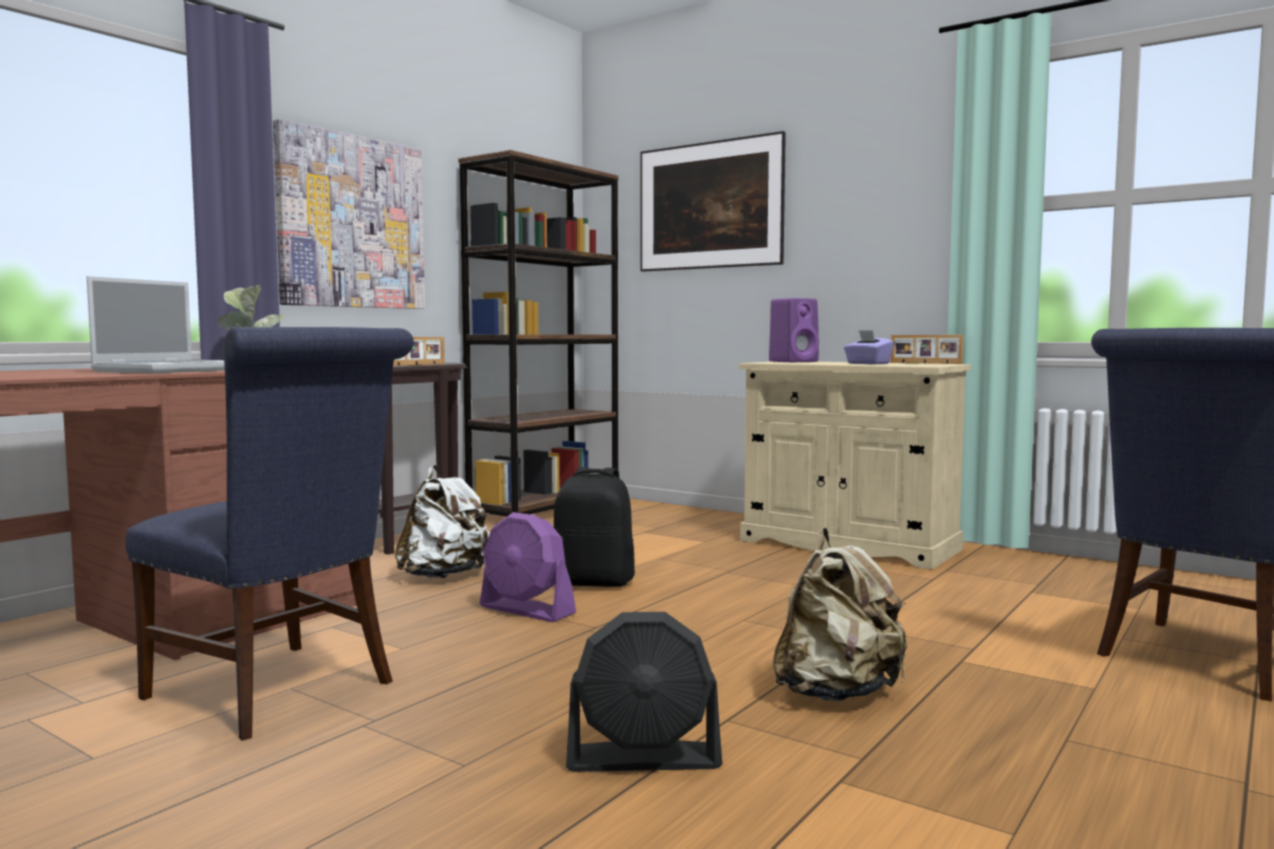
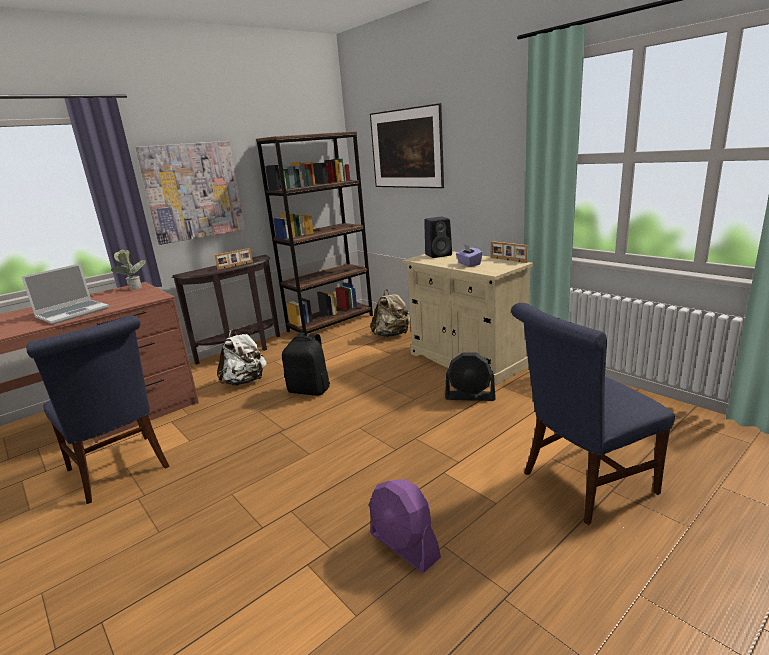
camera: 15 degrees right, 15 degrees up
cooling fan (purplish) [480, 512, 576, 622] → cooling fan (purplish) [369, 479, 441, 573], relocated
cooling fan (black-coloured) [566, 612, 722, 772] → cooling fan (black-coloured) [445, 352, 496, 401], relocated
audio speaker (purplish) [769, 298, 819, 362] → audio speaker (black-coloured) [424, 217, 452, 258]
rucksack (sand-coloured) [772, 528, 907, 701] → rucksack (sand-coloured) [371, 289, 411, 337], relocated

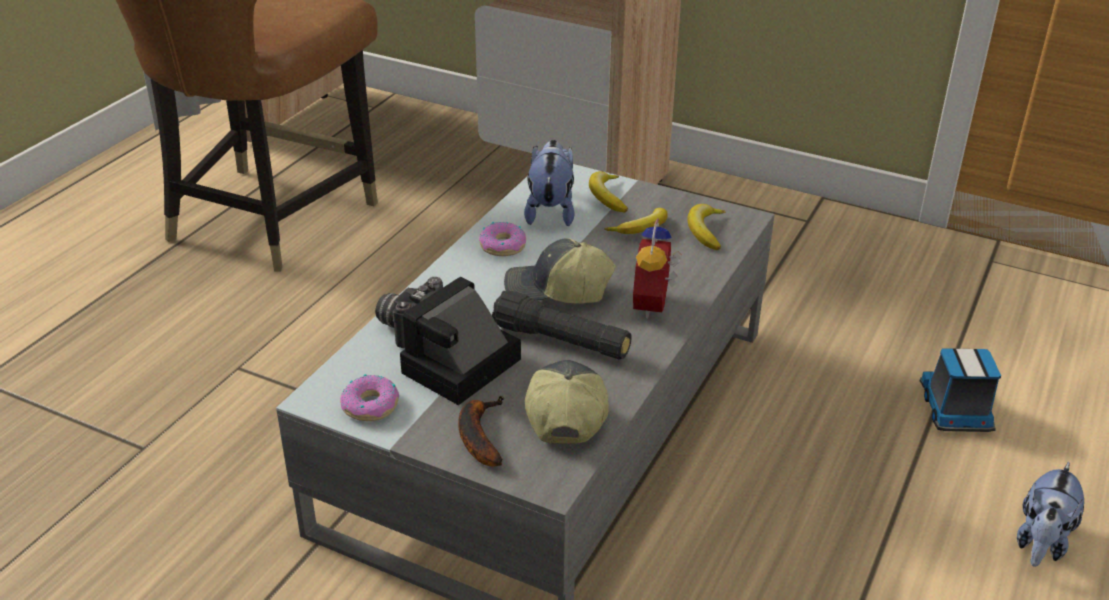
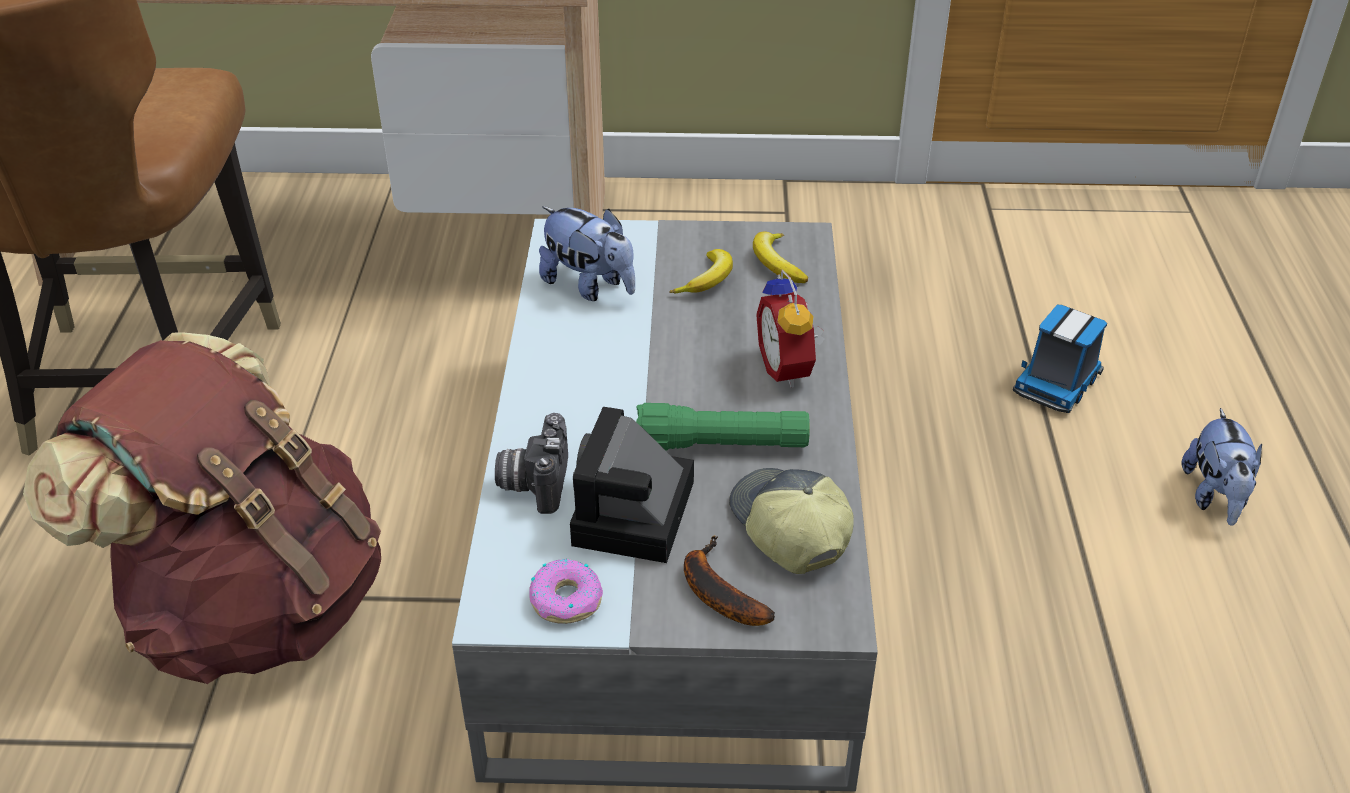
camera: 25 degrees left, 5 degrees up
ring doughnut [479, 222, 526, 256] → -
hand torch (black-coloured) [492, 291, 632, 359] → hand torch (green) [636, 403, 810, 450]
peaked cap [504, 238, 616, 304] → -
plush toy [524, 140, 574, 226] → plush toy [539, 207, 635, 301], 150 degrees clockwise
whole banana [589, 171, 628, 213] → -
toy truck [920, 348, 1001, 432] → toy truck [1013, 305, 1107, 413], 120 degrees counterclockwise
- → rucksack (brown) [23, 332, 381, 684]

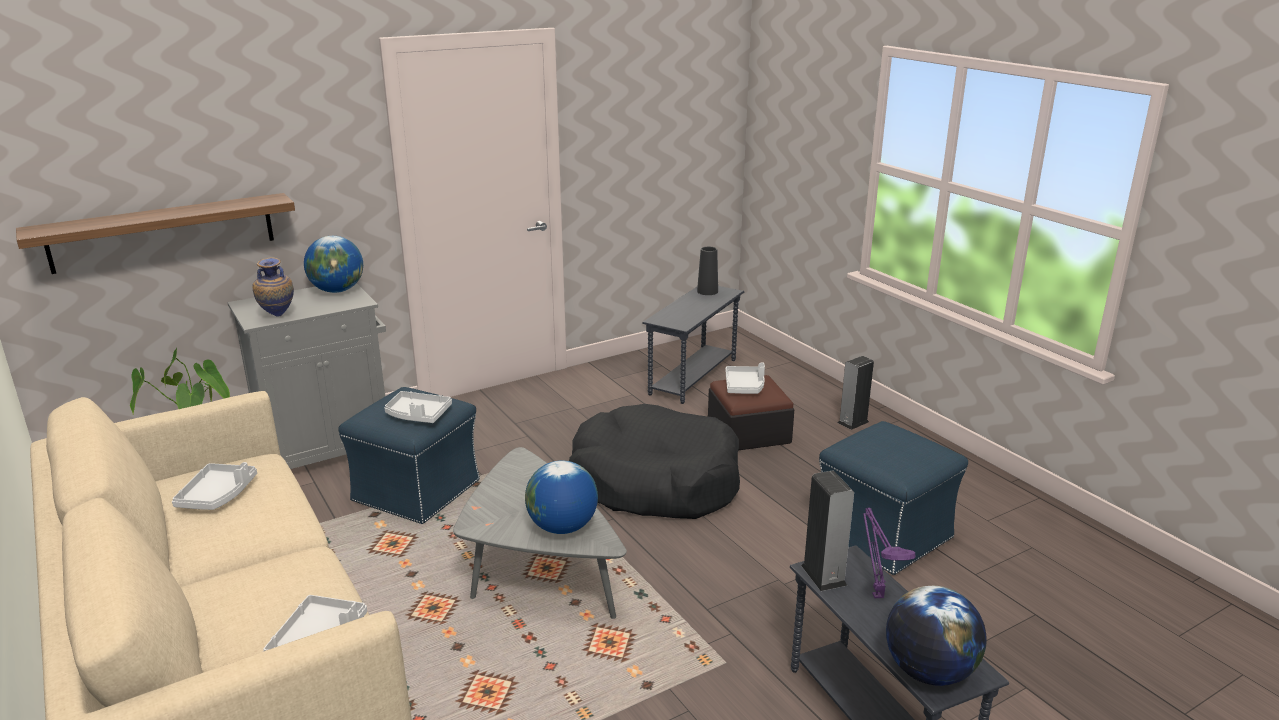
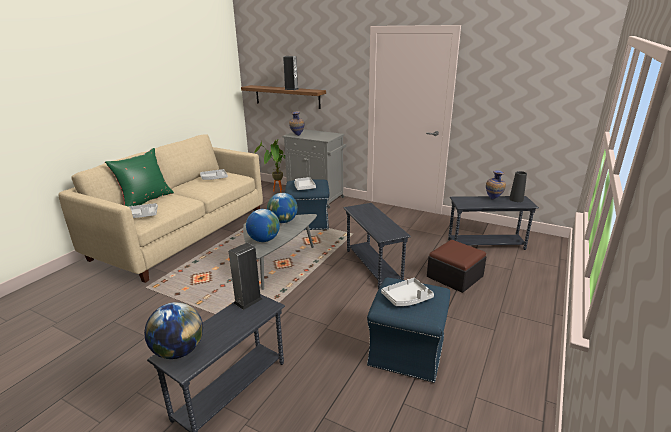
camera: 60 degrees right, 0 degrees up
globe [304, 236, 363, 293] → globe [267, 193, 298, 223], relocated
pet bed (black-coloured) [569, 404, 740, 519] → accent table (gray) [344, 203, 411, 289]
carrying tray (gray) [726, 363, 765, 394] → carrying tray (gray) [381, 278, 434, 306], relocated
audio speaker [838, 356, 874, 430] → audio speaker [283, 56, 298, 90], relocated
lamp for a table (purplish) [863, 508, 915, 598] → -
- → throw pillow (green) [105, 148, 174, 207]
- → flower vase [486, 170, 506, 200]

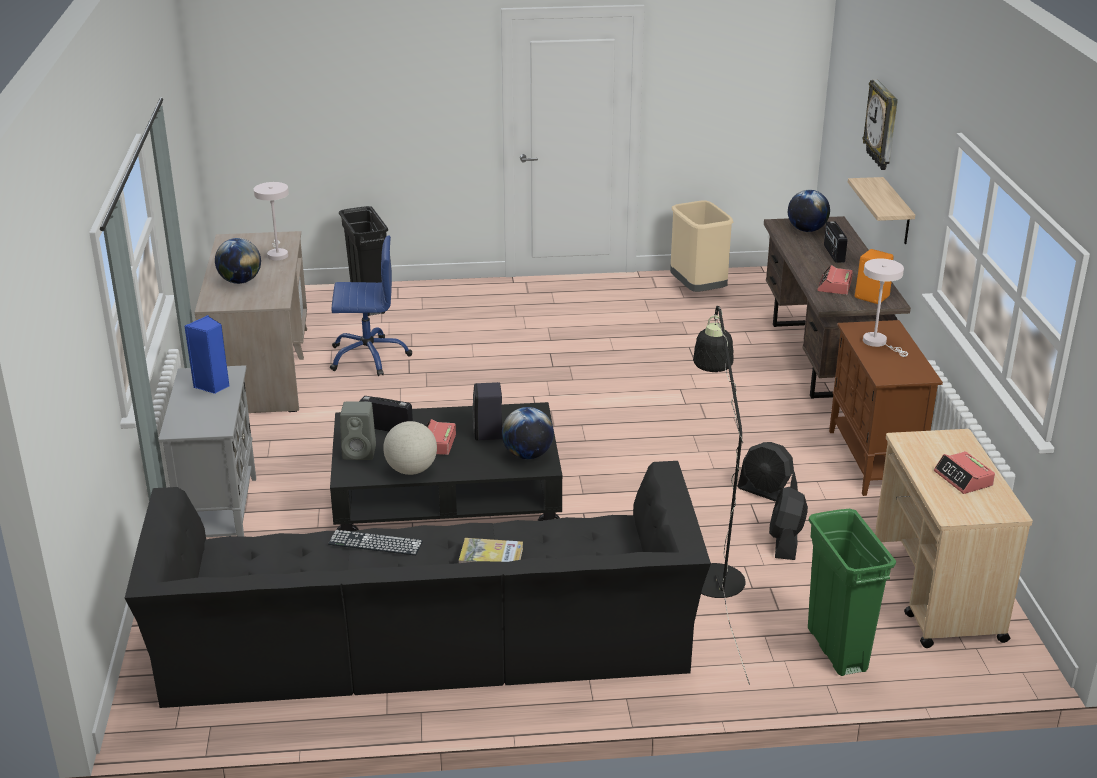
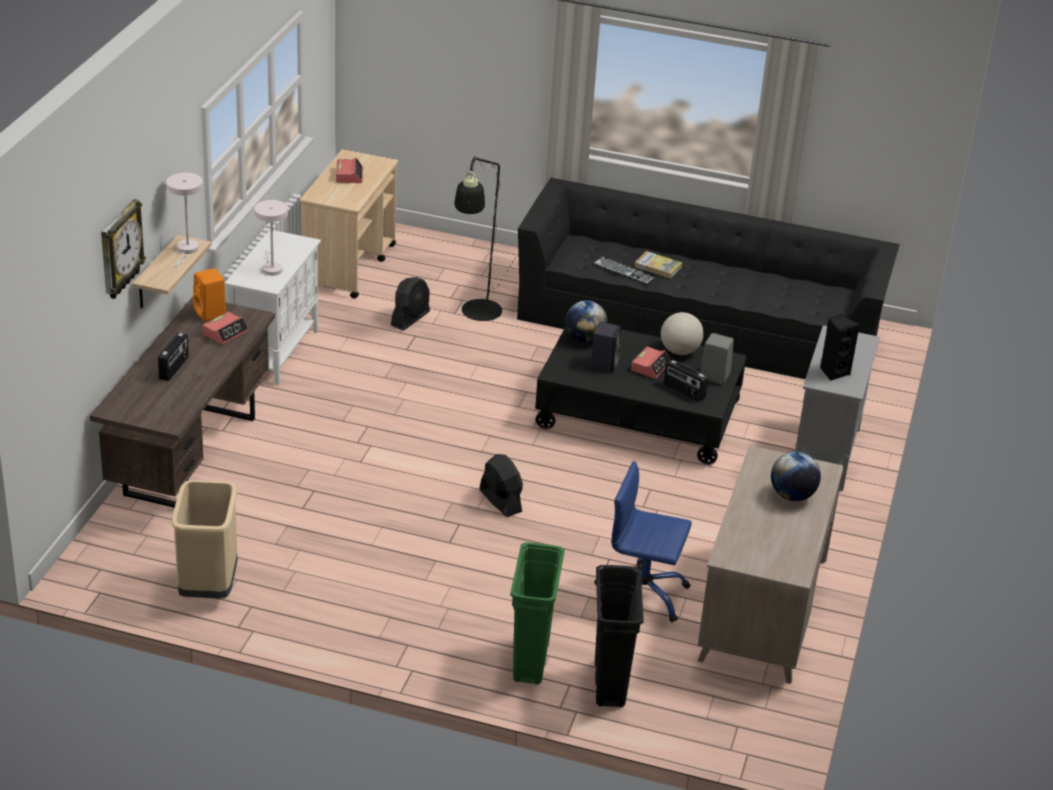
camera: 160 degrees left, 5 degrees up
audio speaker (blue) [184, 315, 230, 394] → audio speaker (black-coloured) [820, 314, 860, 381]
lamp for a table (white) [254, 182, 289, 260] → lamp for a table (white) [166, 173, 203, 267], relocated
computer keyboard [328, 530, 423, 555] → computer keyboard [593, 257, 655, 285], relocated
cooling fan (black-coloured) [738, 442, 798, 502] → cooling fan (black-coloured) [479, 454, 523, 517], relocated
globe [788, 190, 830, 232] → -
waste bin (green) [808, 509, 896, 676] → waste bin (green) [510, 542, 565, 685], relocated
cupboard (brown) [829, 320, 943, 496] → cupboard (white) [225, 230, 321, 385]

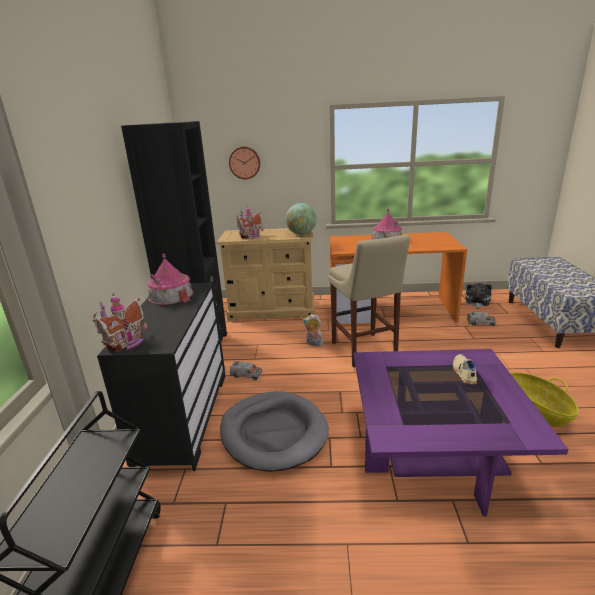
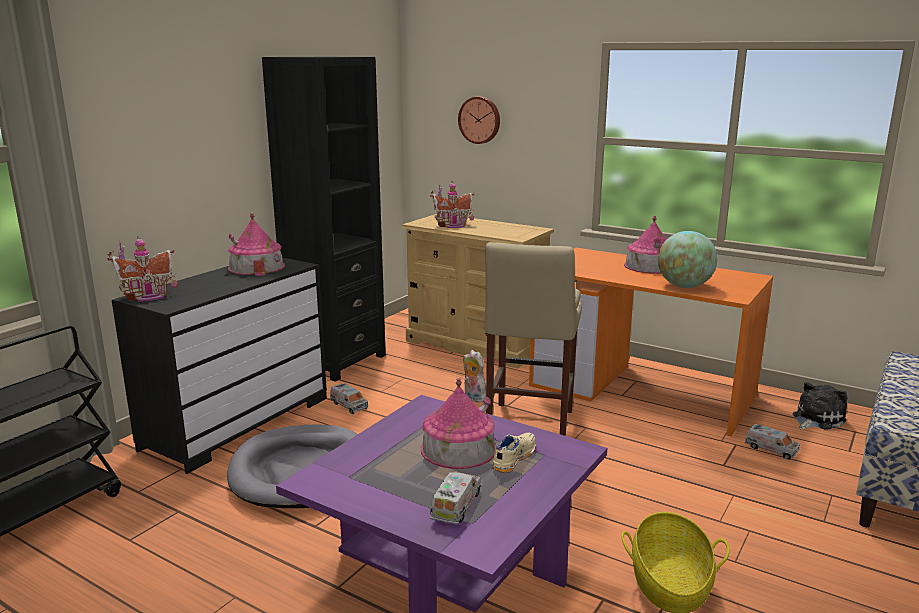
camera: 30 degrees right, 5 degrees down
globe [286, 203, 317, 235] → globe [658, 231, 717, 288], relocated
- → model house [421, 378, 497, 469]
- → toy truck [430, 472, 482, 525]

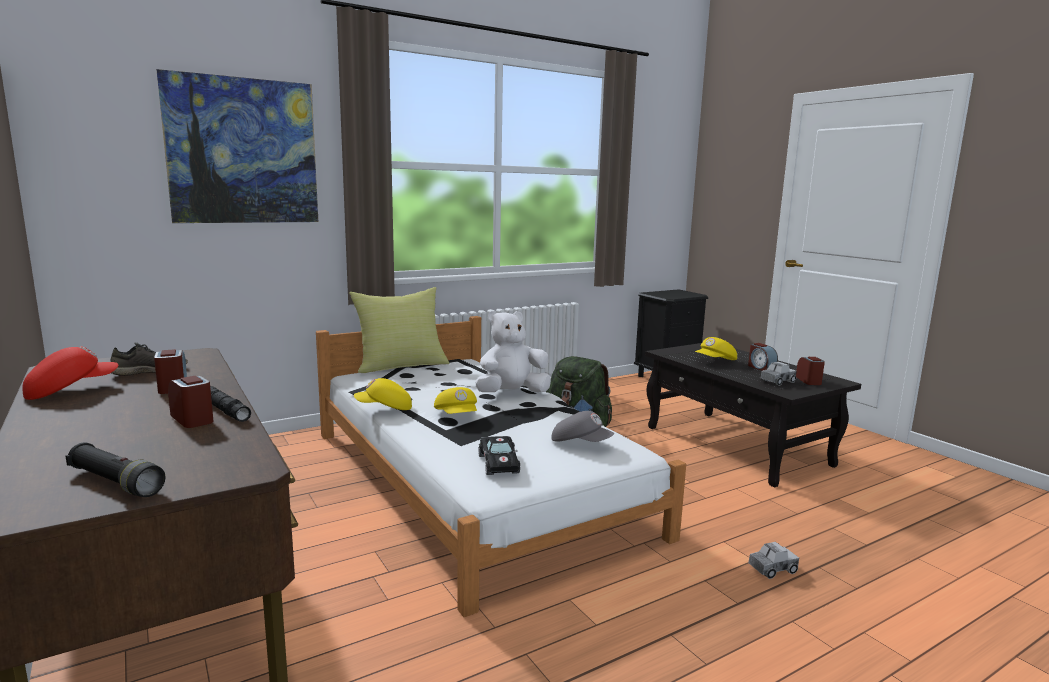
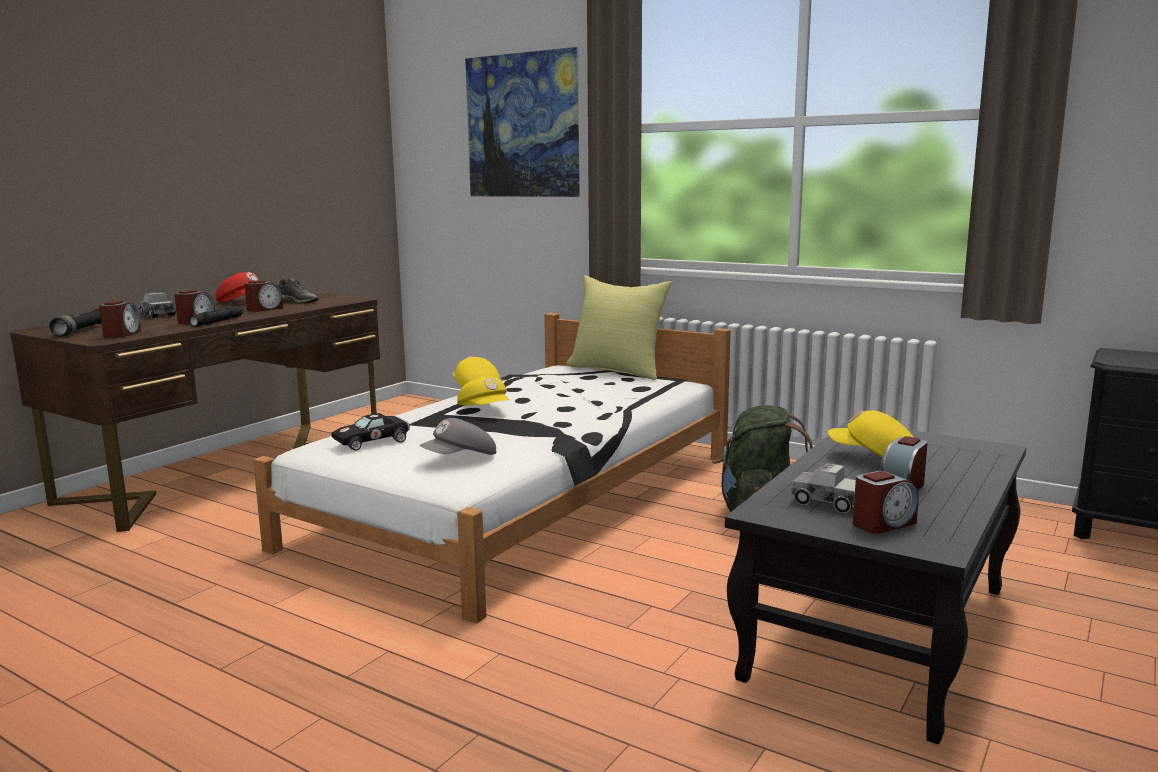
camera: 65 degrees right, 0 degrees up
peaked cap (yellow) [434, 387, 477, 414] → peaked cap (yellow) [457, 377, 510, 406], 75 degrees counterclockwise
plush toy (white) [476, 311, 551, 392] → -
peaked cap (gray) [551, 411, 614, 442] → peaked cap (gray) [419, 418, 496, 455], 45 degrees clockwise
toy truck [748, 542, 799, 579] → toy truck [139, 292, 176, 318], relocated
- → table clock [99, 301, 141, 338]

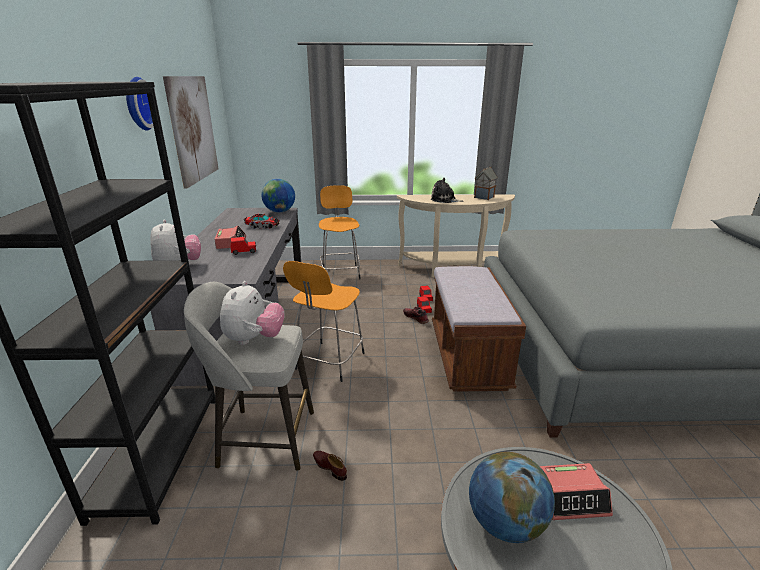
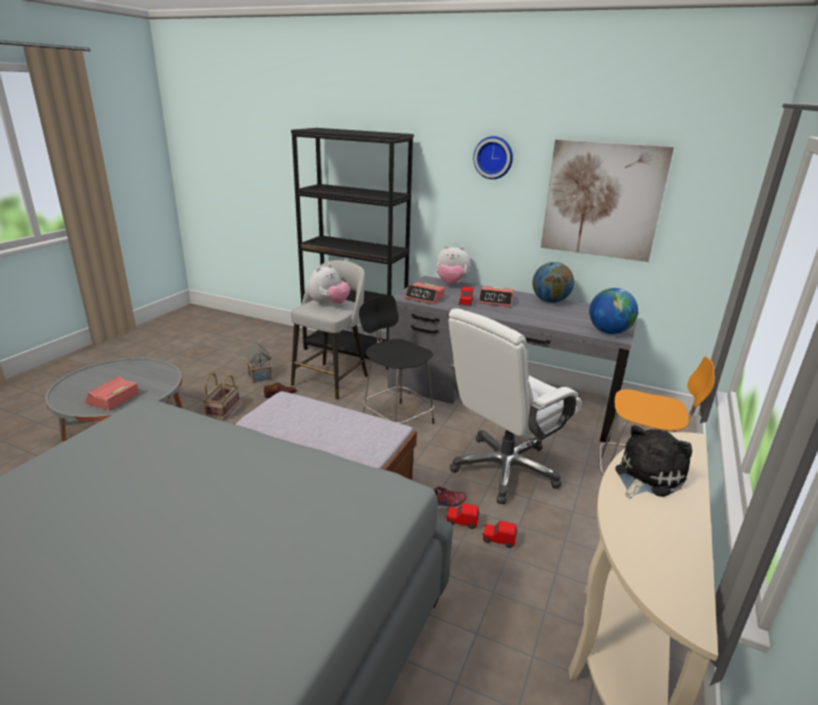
camera: 115 degrees right, 0 degrees up
plush toy [220, 281, 285, 345] → plush toy [308, 264, 350, 306], 90 degrees counterclockwise
toy truck [243, 213, 280, 229] → -
sitting stool (orange) [283, 261, 365, 382] → sitting stool (black-coloured) [359, 296, 434, 424]
globe [469, 452, 555, 543] → globe [532, 262, 574, 303], relocated
model house [474, 166, 498, 200] → model house [245, 341, 272, 384], relocated
- → household basket [203, 372, 240, 421]
- → table clock [405, 282, 445, 304]
- → office chair (white) [448, 309, 582, 504]

